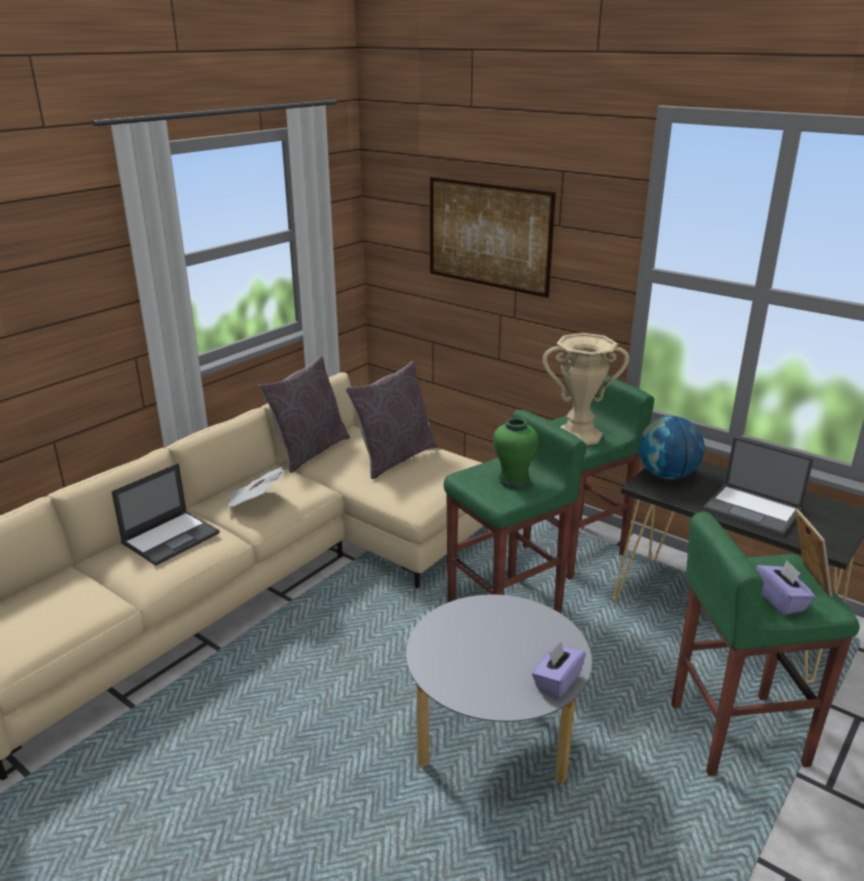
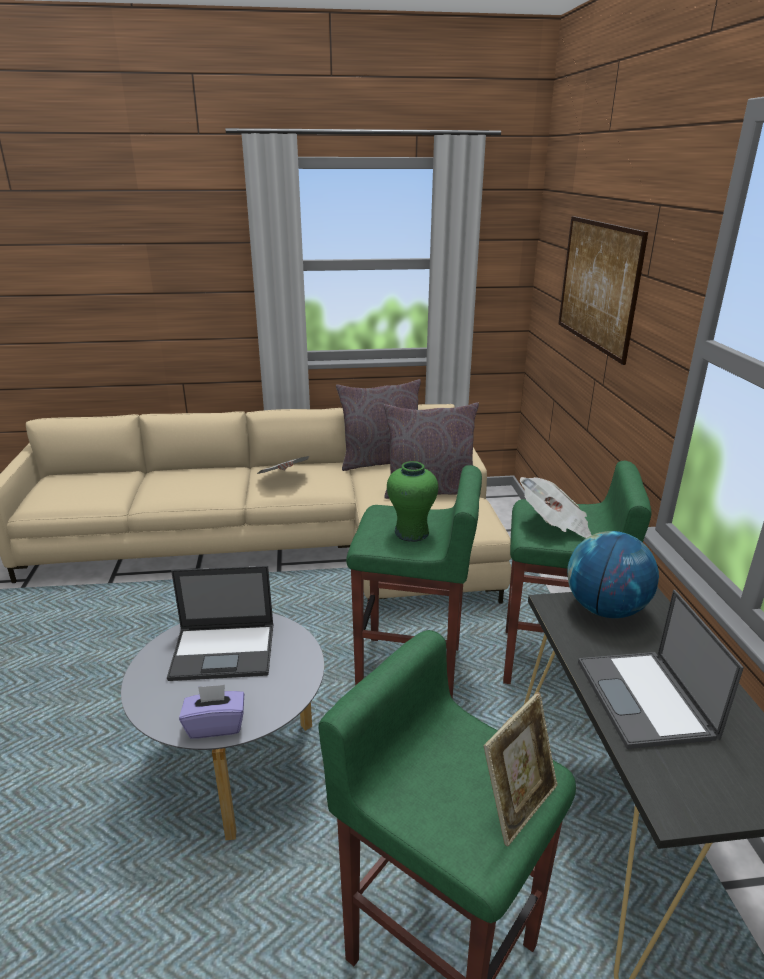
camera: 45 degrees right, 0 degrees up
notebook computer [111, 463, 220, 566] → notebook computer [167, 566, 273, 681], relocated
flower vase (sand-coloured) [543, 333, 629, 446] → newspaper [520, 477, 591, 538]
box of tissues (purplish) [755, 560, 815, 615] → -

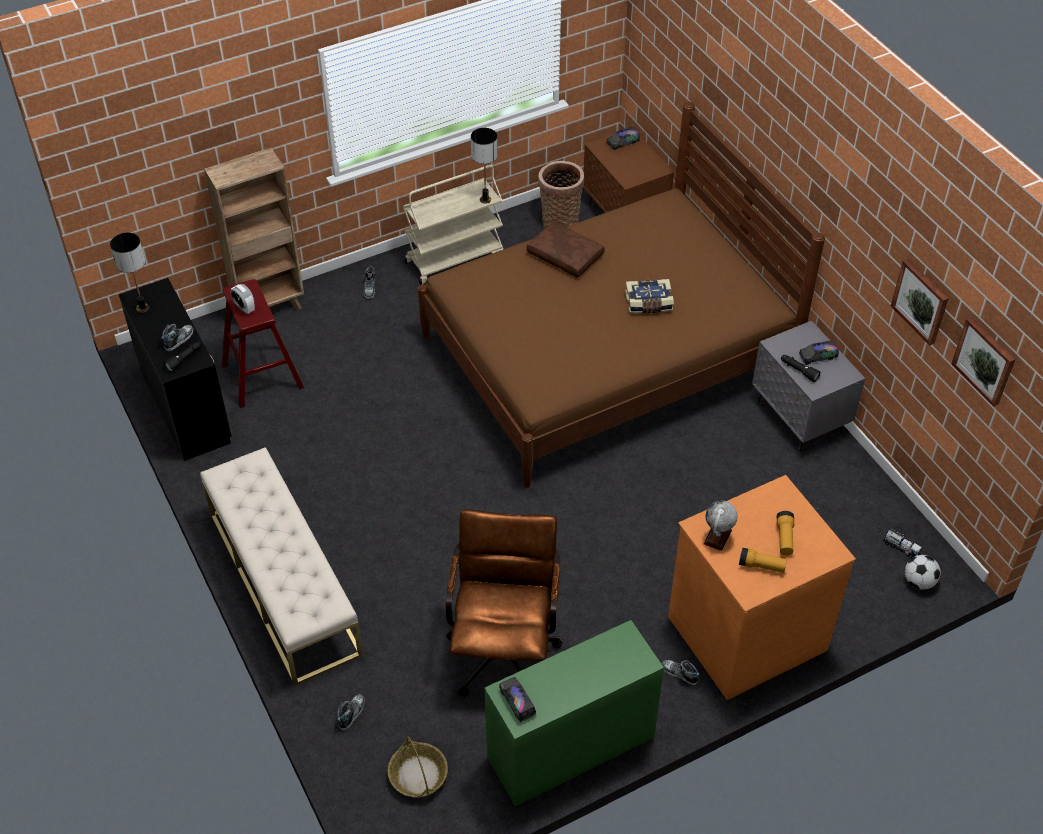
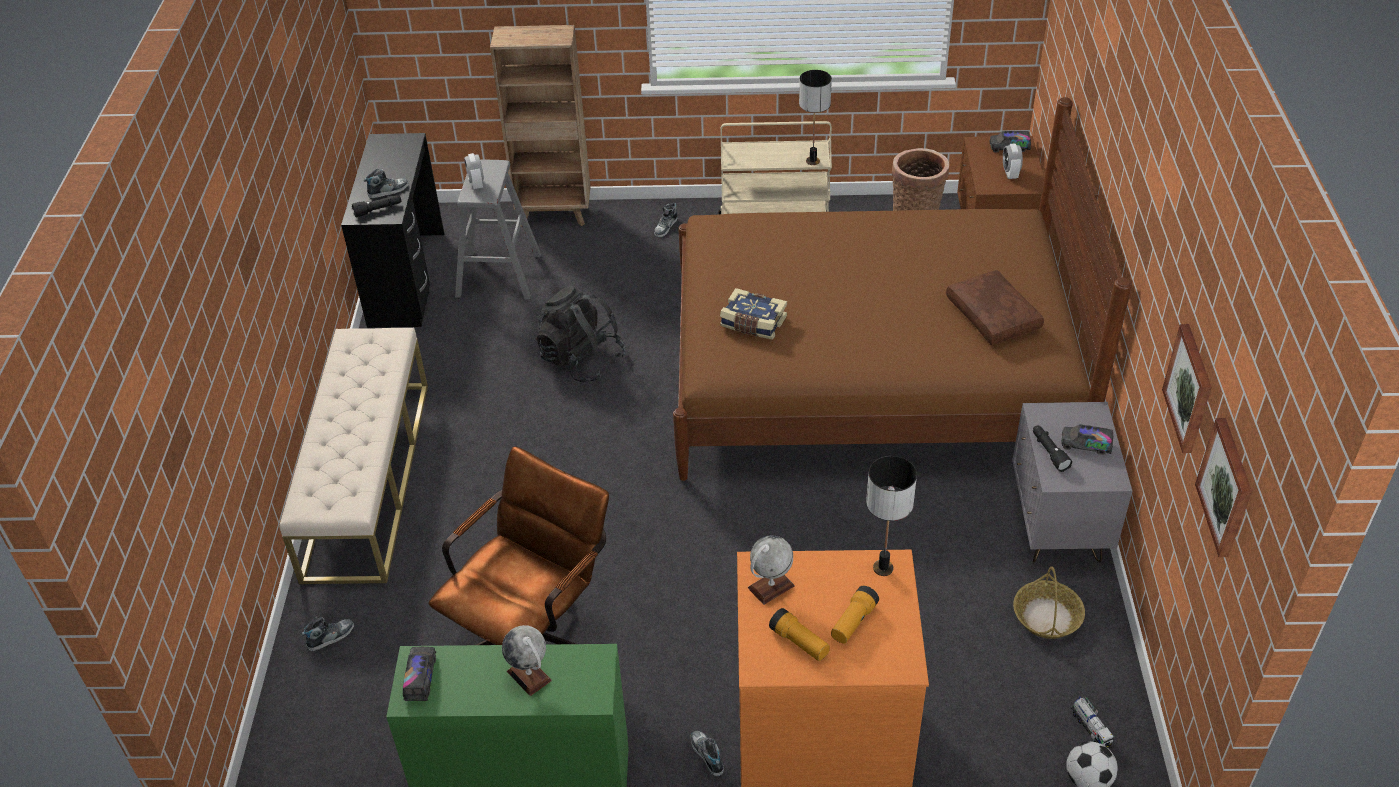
camera: 30 degrees right, 5 degrees down
lamp for a table [110, 233, 149, 313] → lamp for a table [866, 456, 917, 576], relocated
sitting stool (reddish) [222, 279, 304, 408] → sitting stool (gray) [455, 160, 541, 300]
household basket [388, 737, 448, 797] → household basket [1013, 567, 1085, 639], relocated
throw pillow (brown) [526, 221, 605, 278] → throw pillow (brown) [946, 270, 1044, 345], relocated
bound book [625, 279, 674, 314] → bound book [720, 288, 787, 340], relocated
- → globe [502, 625, 552, 696]
- → rucksack (black-coloured) [536, 286, 626, 382]
- → table clock [1003, 144, 1023, 179]

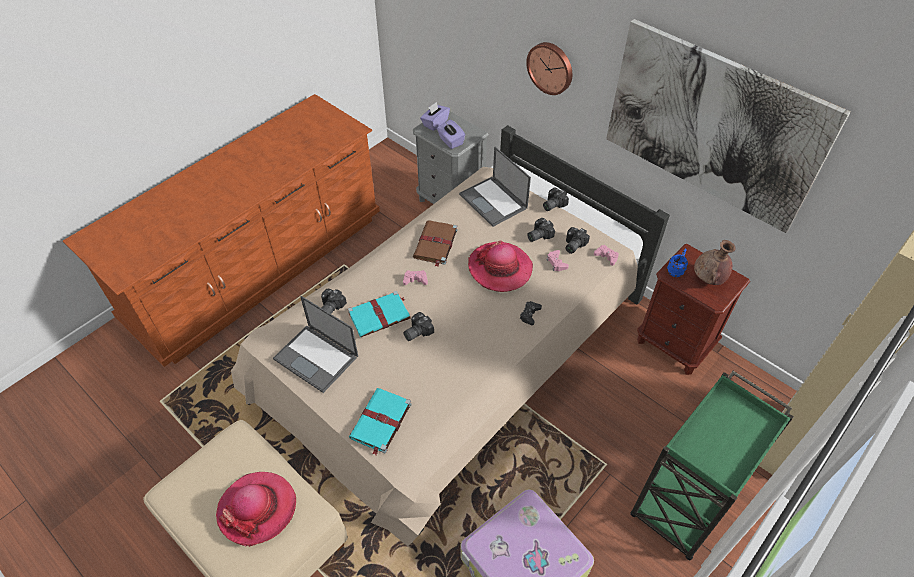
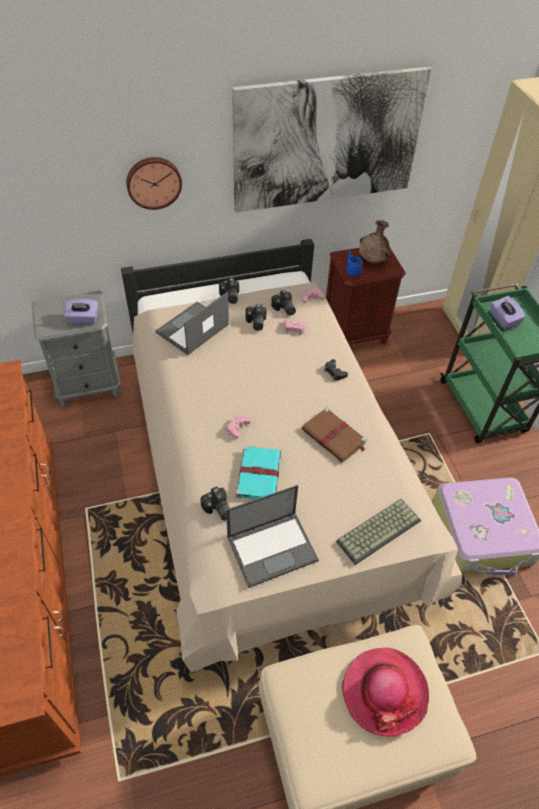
camera: 60 degrees left, 0 degrees up
bound book (blue-green) [349, 388, 412, 455] → computer keyboard [336, 499, 421, 565]
still camera [403, 312, 434, 341] → -
bound book (brown) [413, 220, 458, 267] → bound book (brown) [302, 407, 367, 462], relocated
box of tissues (purplish) [420, 102, 450, 131] → box of tissues (purplish) [491, 296, 526, 330], relocated
notebook computer [459, 147, 531, 227] → notebook computer [155, 292, 229, 355], 135 degrees clockwise
wearable hat [468, 241, 533, 292] → -

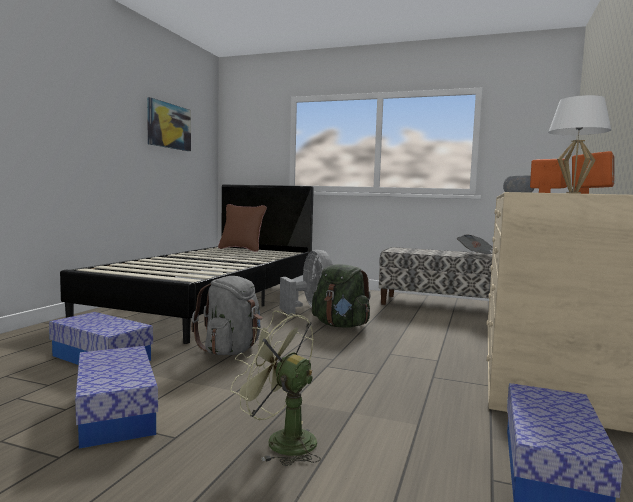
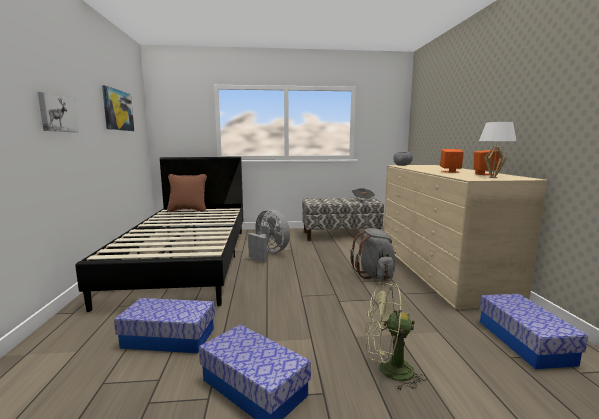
camera: 25 degrees left, 5 degrees up
rucksack (gray) [191, 276, 263, 355] → rucksack (gray) [350, 228, 396, 280], relocated
rucksack (green) [312, 264, 371, 328] → -
- → picture [38, 92, 79, 132]

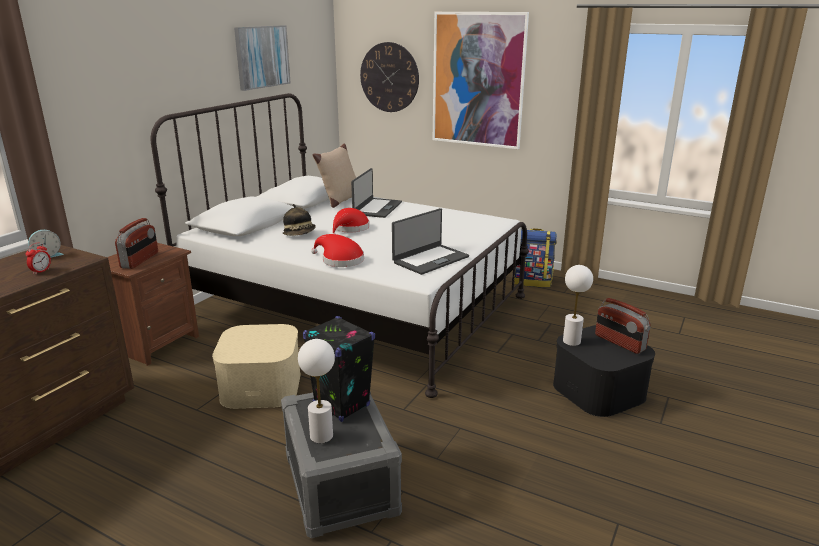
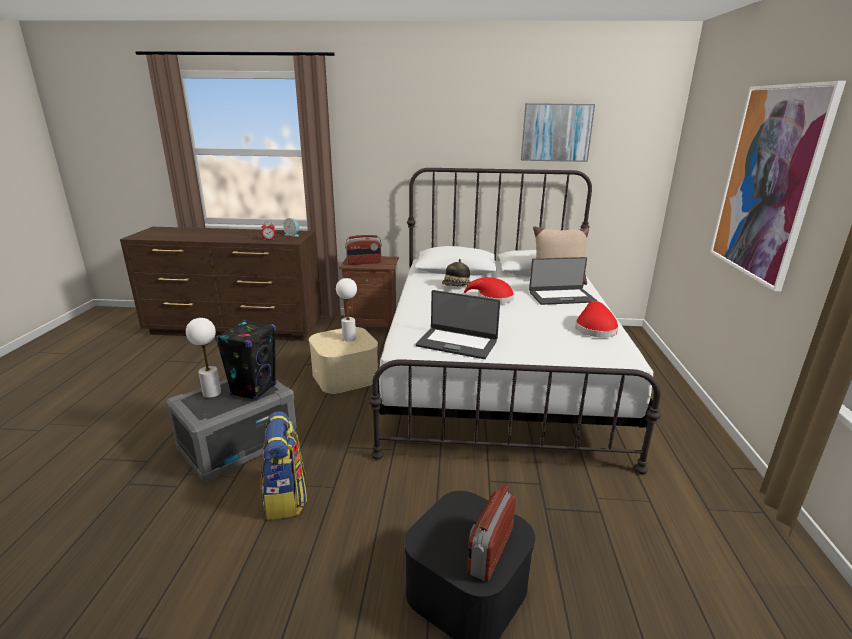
camera: 65 degrees right, 0 degrees up
wearable hat (reddish) [311, 234, 364, 267] → wearable hat (reddish) [575, 301, 619, 337], relocated
hanging clock [360, 42, 419, 112] → -
rucksack [514, 228, 557, 287] → rucksack [260, 411, 307, 520], relocated
lamp for a table (white) [563, 265, 593, 346] → lamp for a table (white) [336, 278, 357, 341], relocated

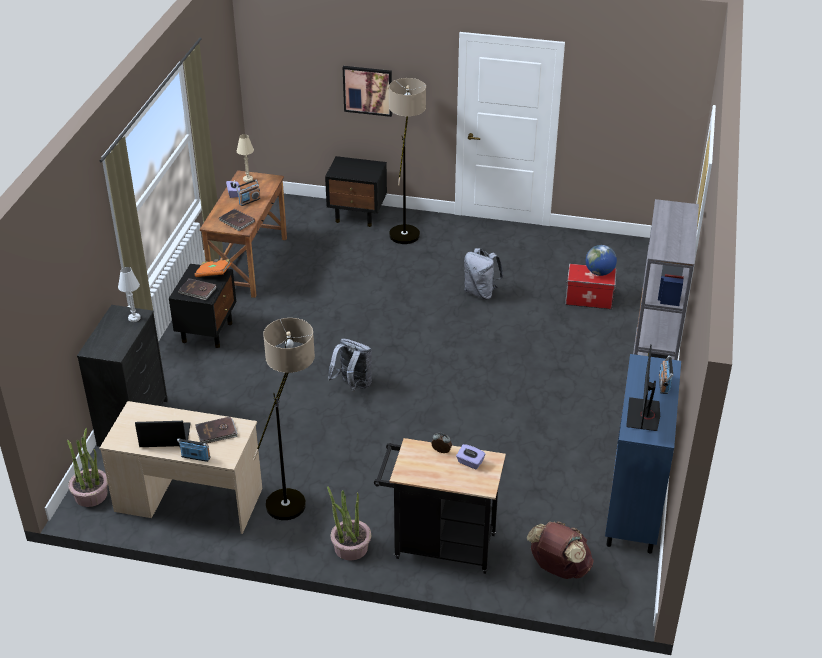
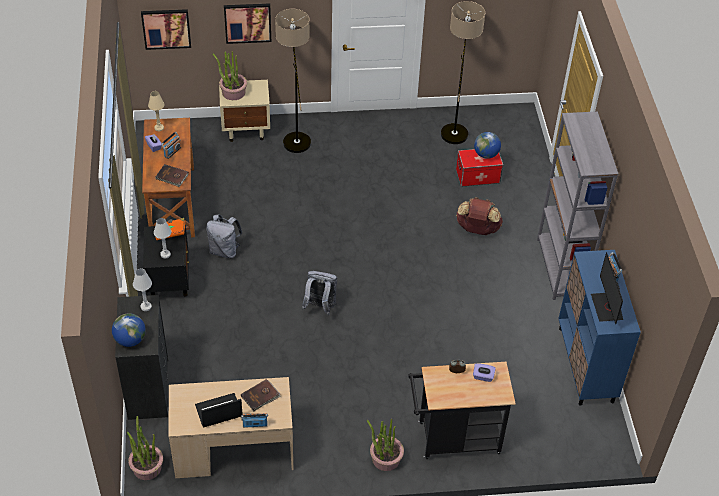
camera: 20 degrees left, 10 degrees up
bound book (brown) [178, 278, 216, 300] → lamp for a table (white) [154, 218, 171, 258]
floor lamp [253, 318, 315, 520] → floor lamp [441, 1, 485, 144], relocated
bedside table (black-coloured) [325, 156, 387, 227] → bedside table (sand-coloured) [219, 80, 270, 142]
rucksack (gray) [464, 248, 503, 299] → rucksack (gray) [206, 214, 242, 258], relocated
rucksack (brown) [527, 521, 594, 579] → rucksack (brown) [456, 197, 503, 235], relocated
- → globe [112, 313, 146, 347]
- → picture [141, 9, 191, 50]
- → houseplant [213, 51, 247, 100]

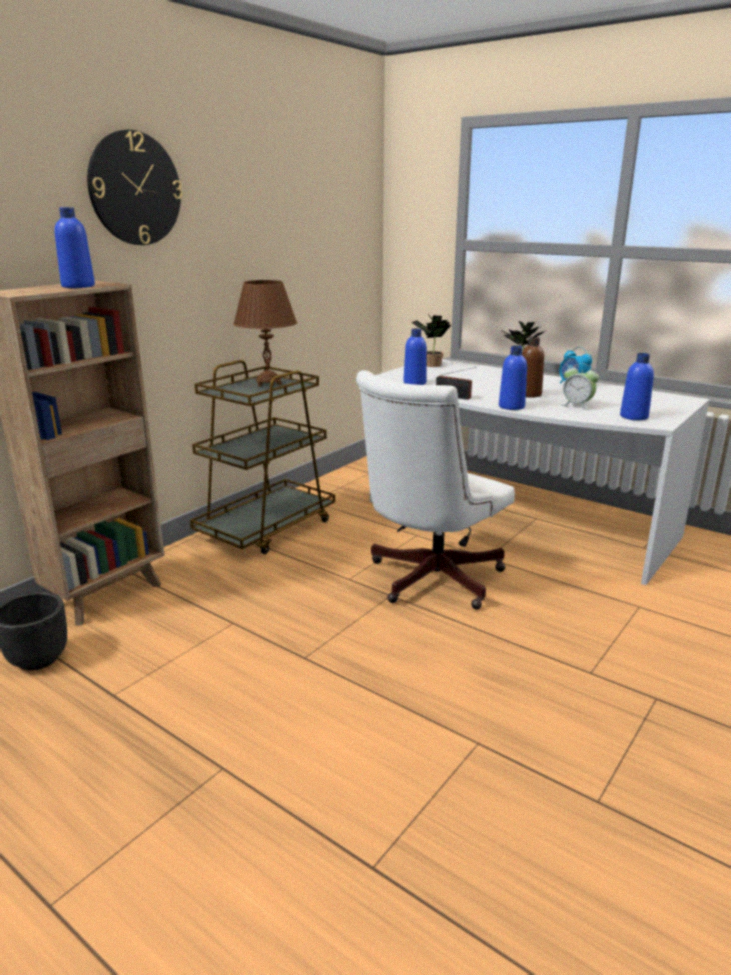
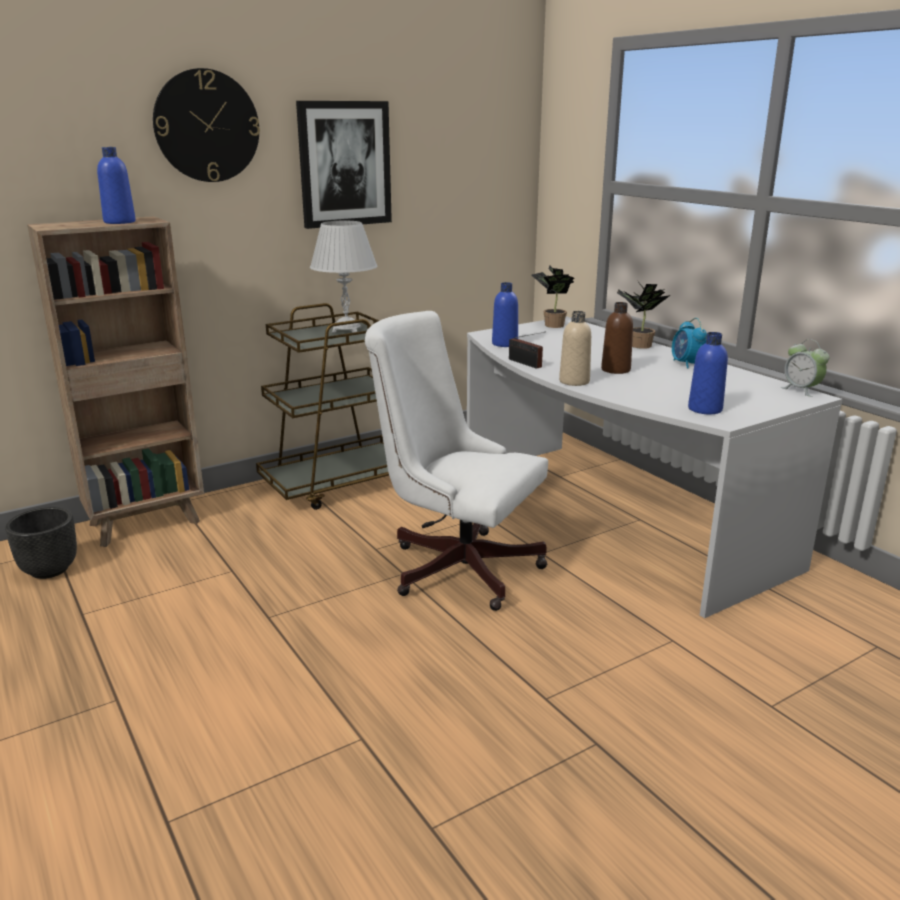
camera: 20 degrees right, 0 degrees up
lamp for a table (brown) [233, 280, 297, 386] → lamp for a table (white) [310, 221, 377, 333]
office chair (white) [356, 370, 515, 610] → office chair (white) [365, 311, 548, 611], 60 degrees clockwise
beverage bottle (blue) [499, 346, 527, 410] → beverage bottle (sand-coloured) [559, 311, 591, 386]
table clock [561, 363, 599, 410] → table clock [781, 339, 829, 397], relocated
- → picture [296, 101, 392, 229]

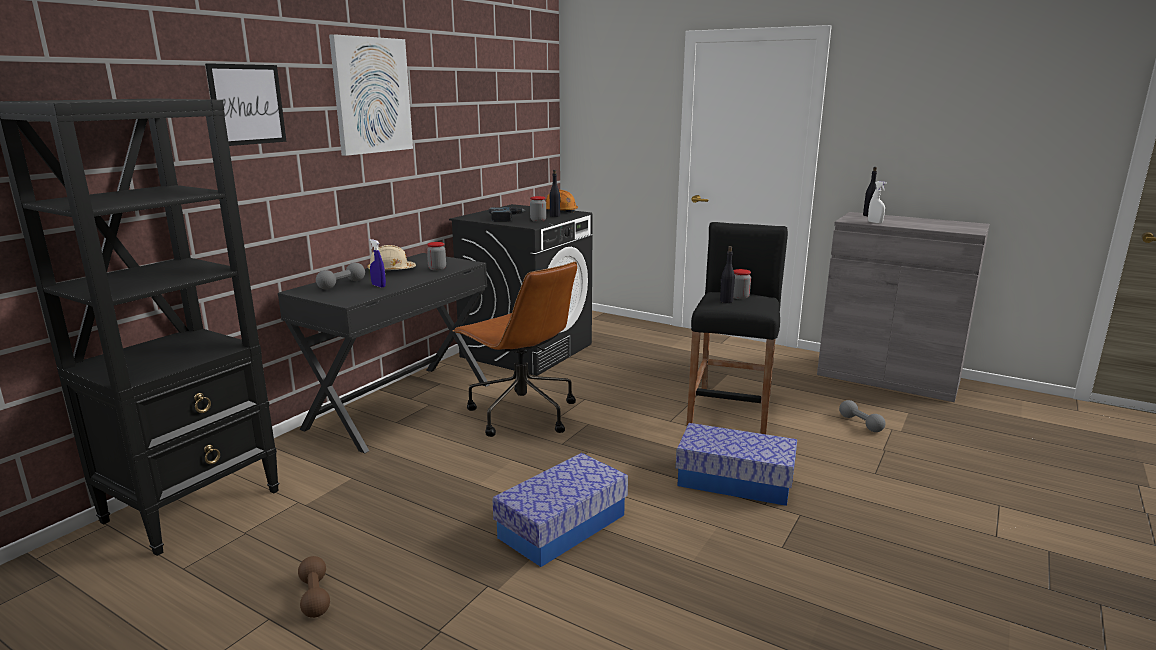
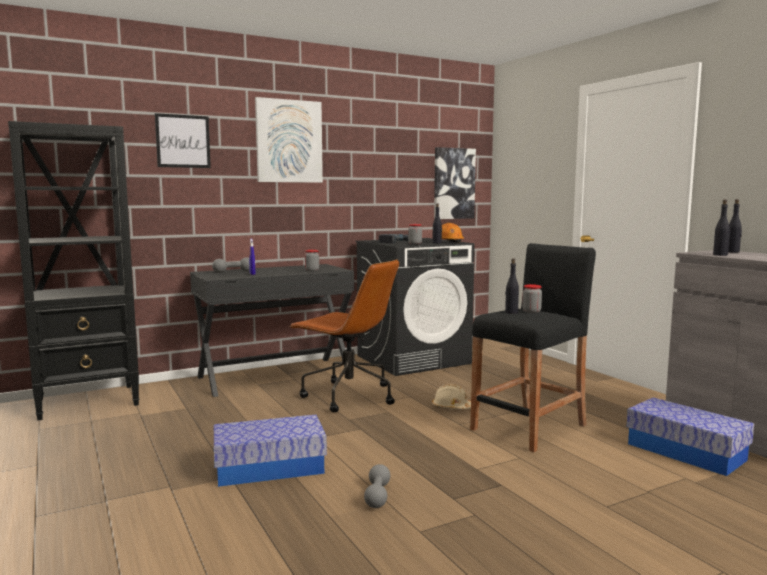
camera: 30 degrees right, 10 degrees down
free weight (brown) [298, 556, 330, 618] → -
hard hat (sand-coloured) [368, 245, 416, 270] → hard hat (sand-coloured) [432, 384, 471, 409], relocated
office chair (brown) [452, 262, 577, 437] → office chair (brown) [289, 259, 399, 412], 45 degrees counterclockwise
storage container [676, 423, 797, 506] → storage container [627, 397, 754, 476], relocated
free weight (gray) [839, 400, 886, 432] → free weight (gray) [364, 464, 390, 508], relocated
hand sprayer (white) [868, 181, 887, 224] → beverage bottle (black-coloured) [713, 199, 730, 256]
- → picture [434, 147, 476, 219]

